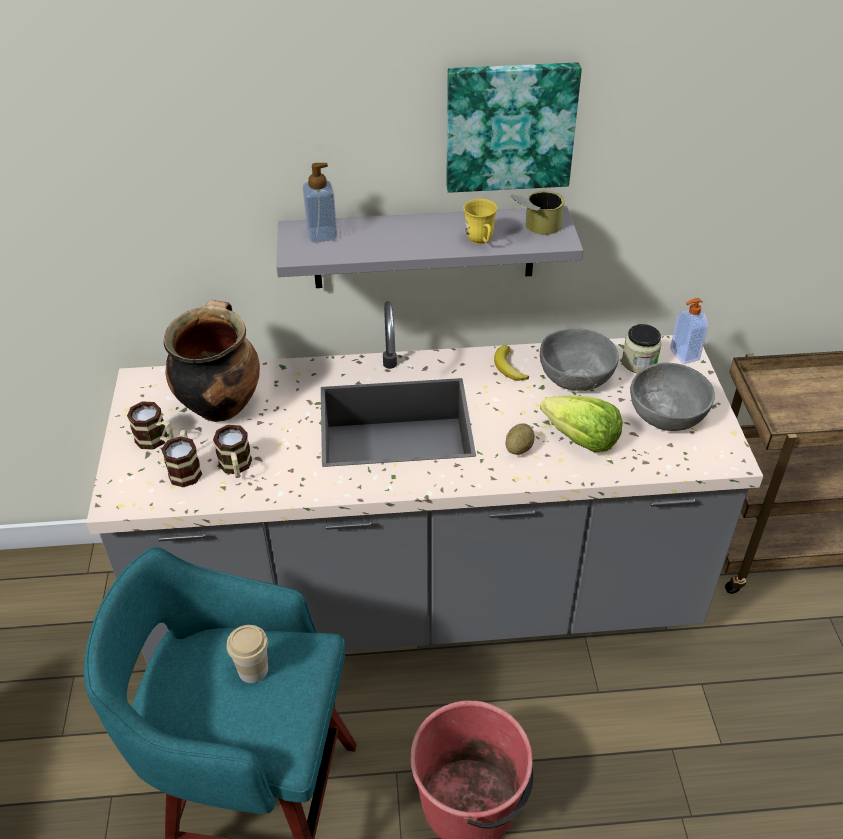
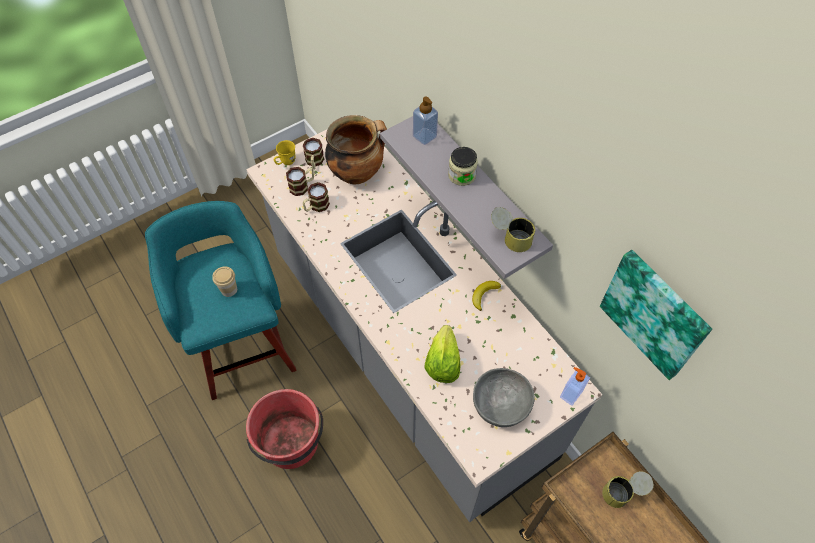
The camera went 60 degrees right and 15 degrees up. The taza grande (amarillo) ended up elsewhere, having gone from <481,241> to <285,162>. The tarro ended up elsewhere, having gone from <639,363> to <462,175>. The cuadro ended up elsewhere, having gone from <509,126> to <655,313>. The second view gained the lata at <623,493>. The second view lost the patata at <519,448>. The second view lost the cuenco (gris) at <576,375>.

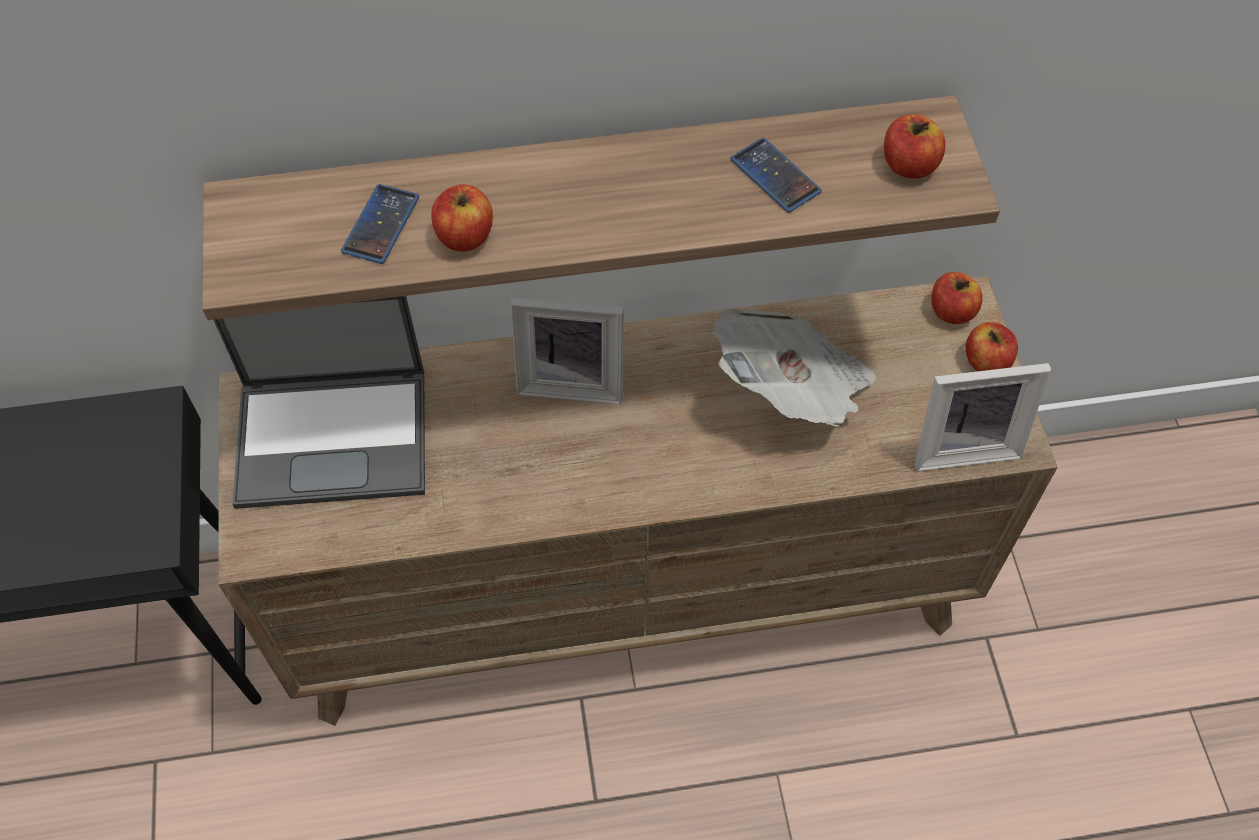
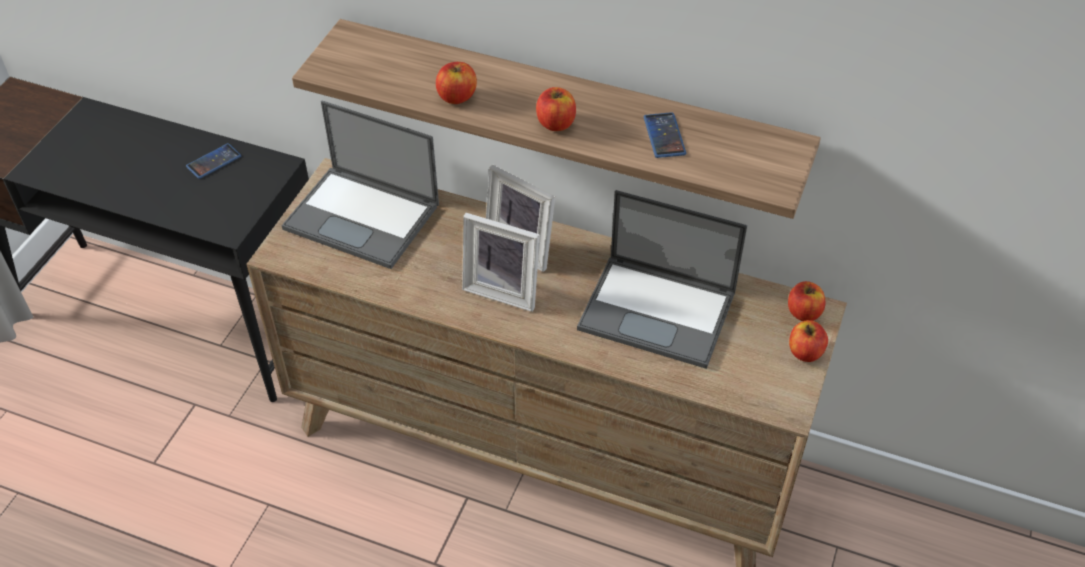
The camera went 30 degrees right and 10 degrees down. The móvil ended up elsewhere, having gone from <381,225> to <214,161>. The portarretratos ended up elsewhere, having gone from <962,444> to <504,289>. The manzana ended up elsewhere, having gone from <908,165> to <555,123>. Where the periódico stood at <792,389>, the portátil came to stand at <659,311>.

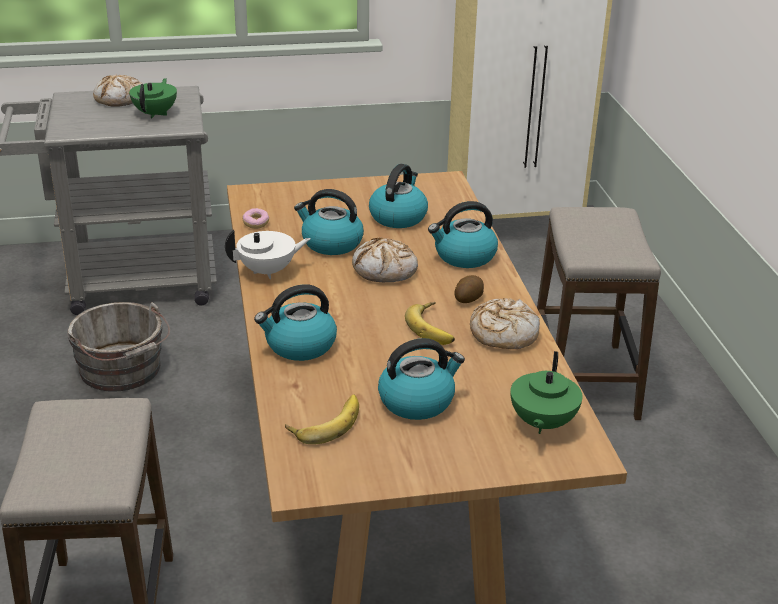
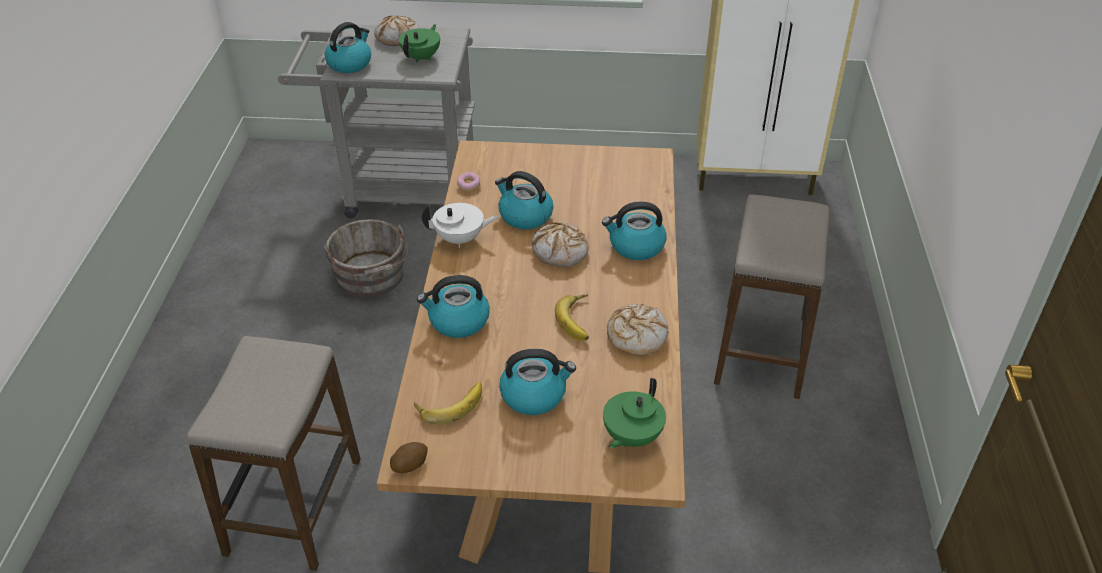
The camera went 15 degrees right and 10 degrees up. The hervidor ended up elsewhere, having gone from <398,216> to <350,63>. The patata ended up elsewhere, having gone from <468,298> to <410,464>.

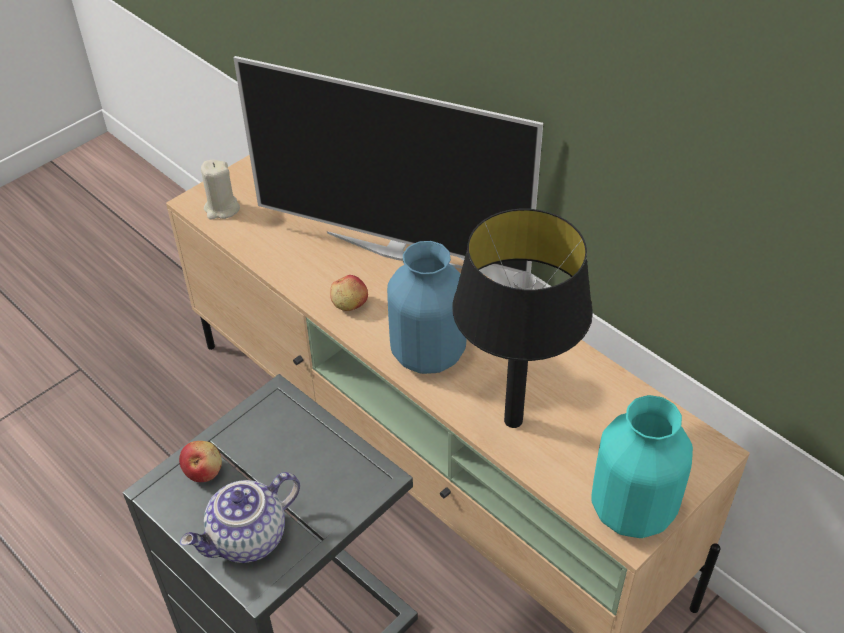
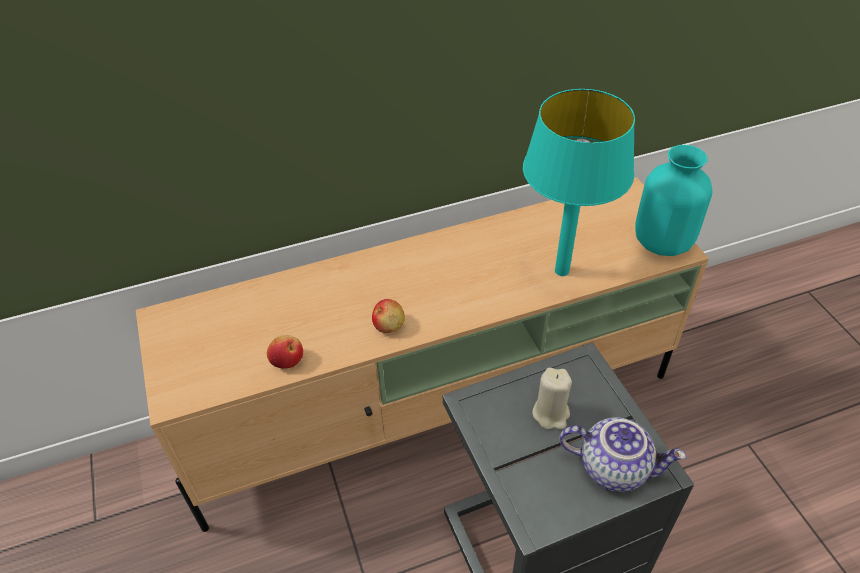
The camera went 65 degrees left and 0 degrees up. The manzana ended up elsewhere, having gone from <203,470> to <287,360>. What was the lámpara de mesa (negro) at <514,420> turned into the lámpara de mesa (turquesa) at <561,270>. The vela (beis) ended up elsewhere, having gone from <222,209> to <551,413>. The tetera at <248,539> ended up facing another way, 60 degrees counterclockwise from before. The second view lost the televisor at <395,248>. The second view lost the florero (azul) at <428,354>.

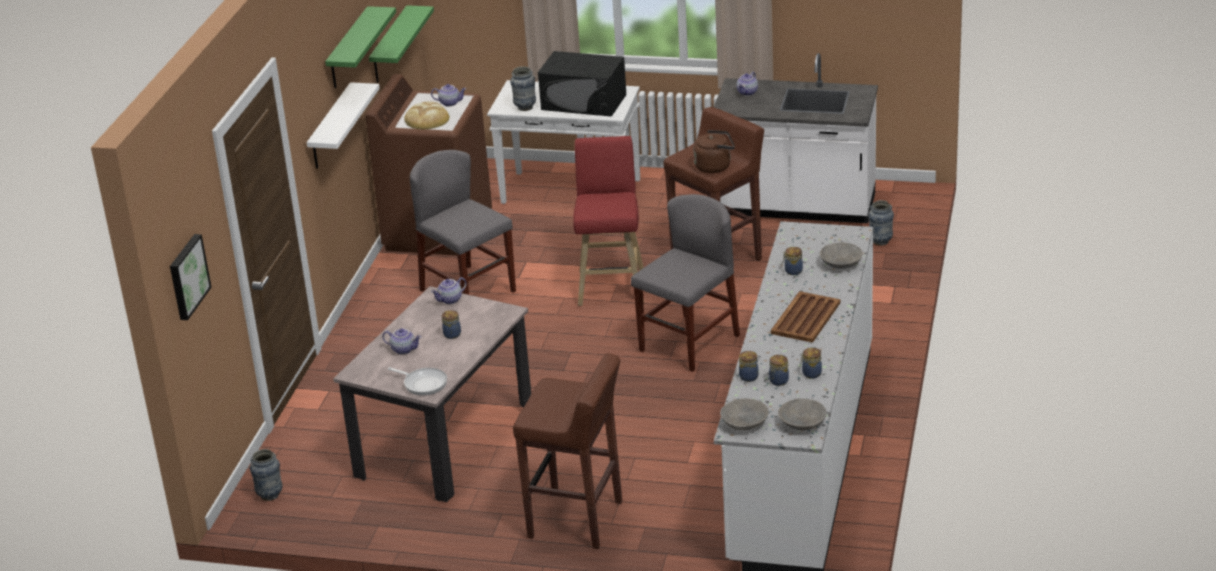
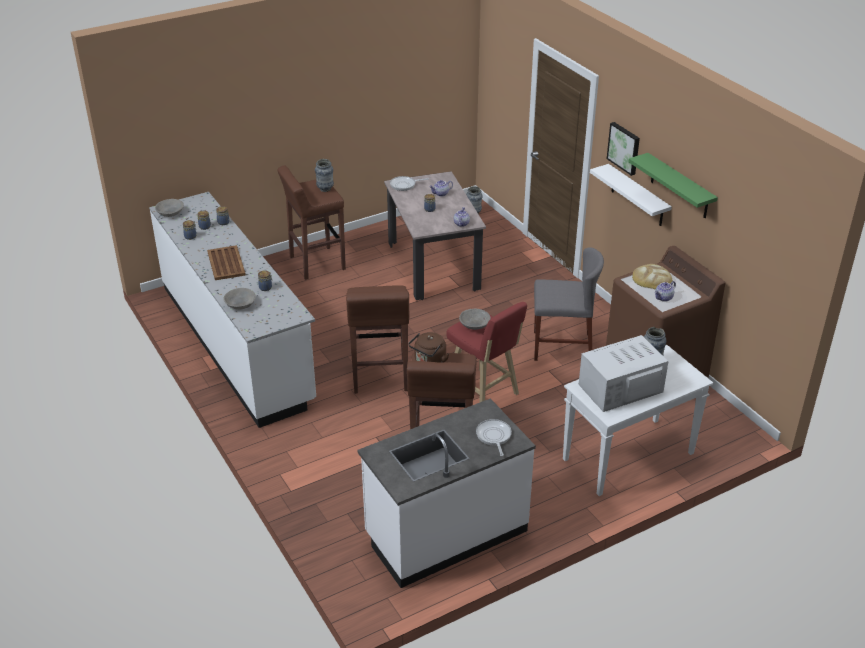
The camera went 135 degrees right and 5 degrees up. The florero ended up elsewhere, having gone from <880,241> to <325,189>. Where the silla (gris) stood at <689,343>, the taburete (marrón) came to stand at <380,377>. The cuenco (gris) ended up elsewhere, having gone from <745,423> to <474,325>. Where the tetera stood at <747,92>, the sartén came to stand at <494,436>. What was the microondas (negro) at <584,102> turned into the microondas (blanco) at <620,388>. The cuadro ended up elsewhere, having gone from <187,276> to <624,148>. The second view lost the estante (verde) at <389,46>.

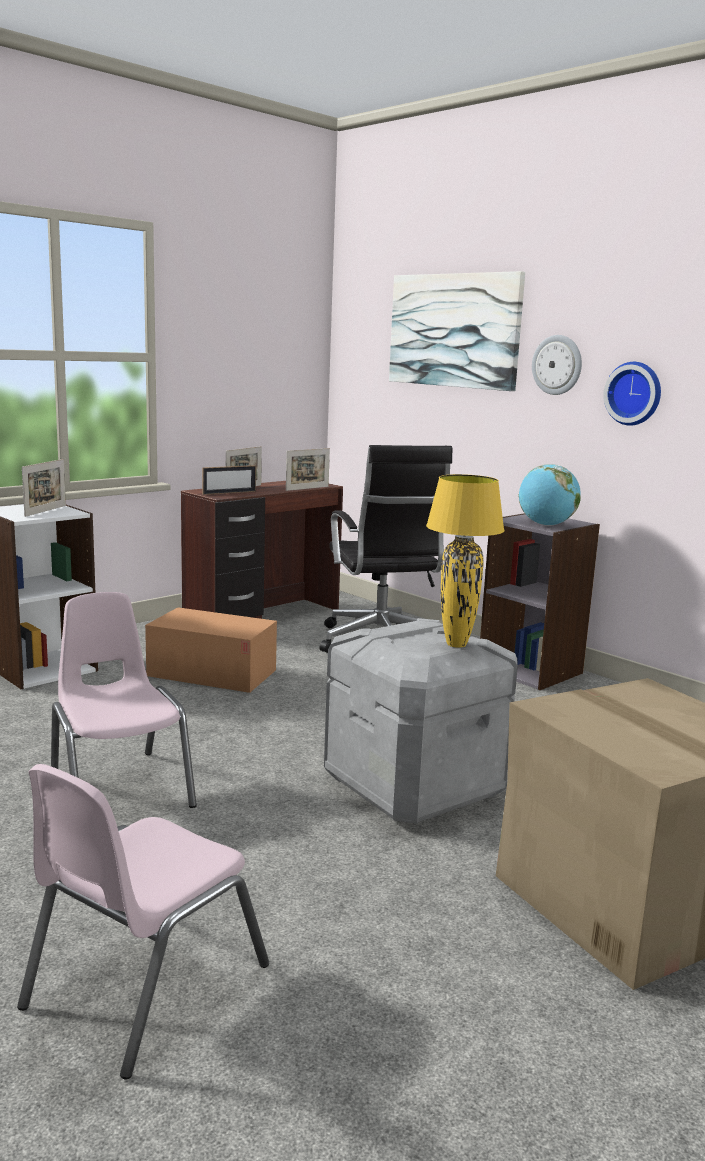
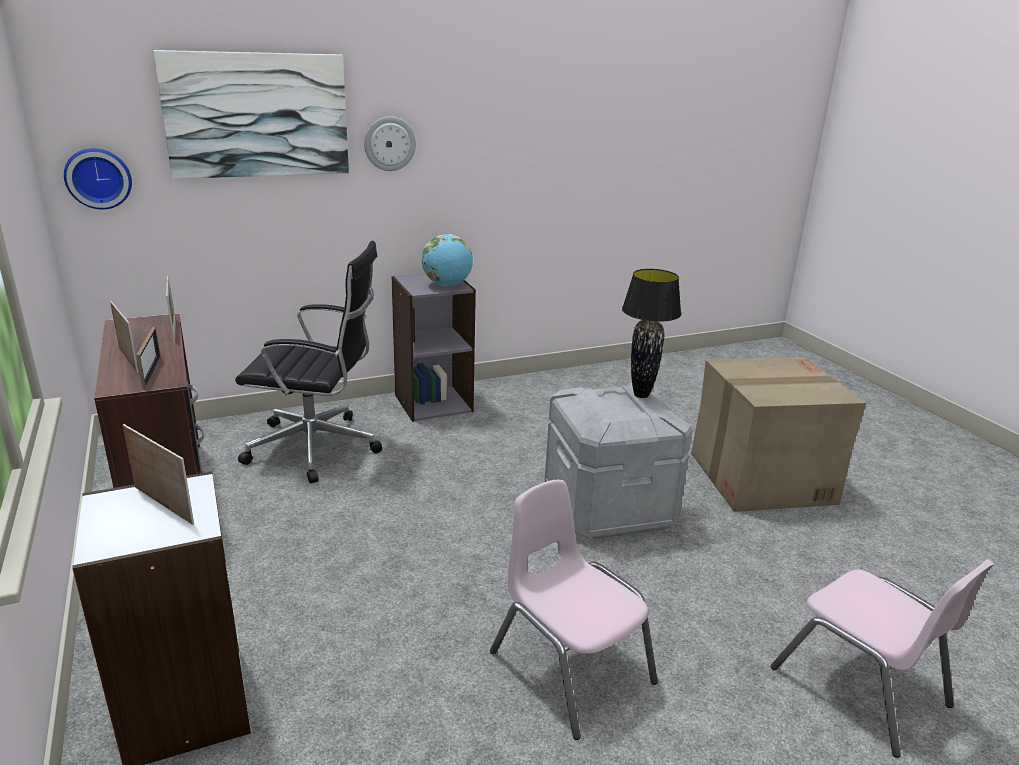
The camera went 70 degrees left and 10 degrees up. The reloj de pared ended up elsewhere, having gone from <634,393> to <98,178>. The silla (rosa) at <120,789> ended up facing another way, 60 degrees clockwise from before. What was the lámpara de mesa (amarillo) at <455,644> turned into the lámpara de mesa (negro) at <641,395>. The second view lost the caja de cartón at <212,673>.

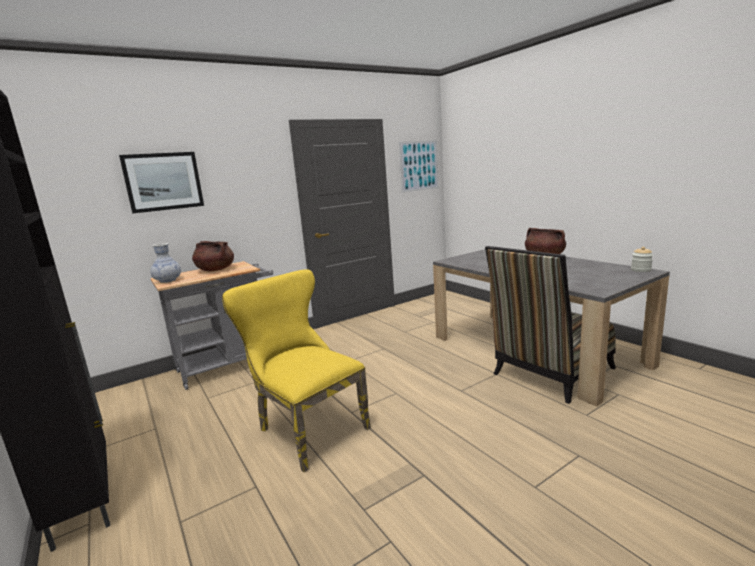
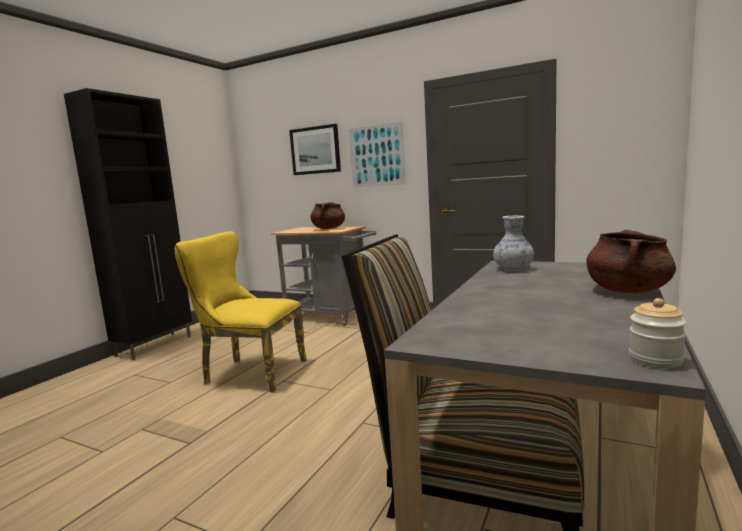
The camera went 60 degrees right and 5 degrees down. The silla (amarillo) at <306,428> ended up facing another way, 90 degrees counterclockwise from before. The cuadro ended up elsewhere, having gone from <419,166> to <376,155>. The florero ended up elsewhere, having gone from <168,280> to <513,269>.

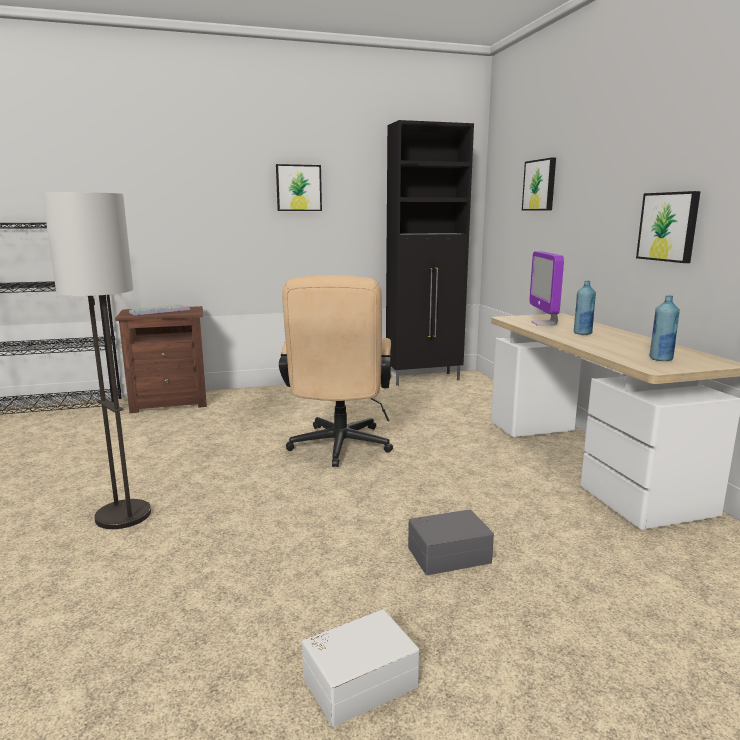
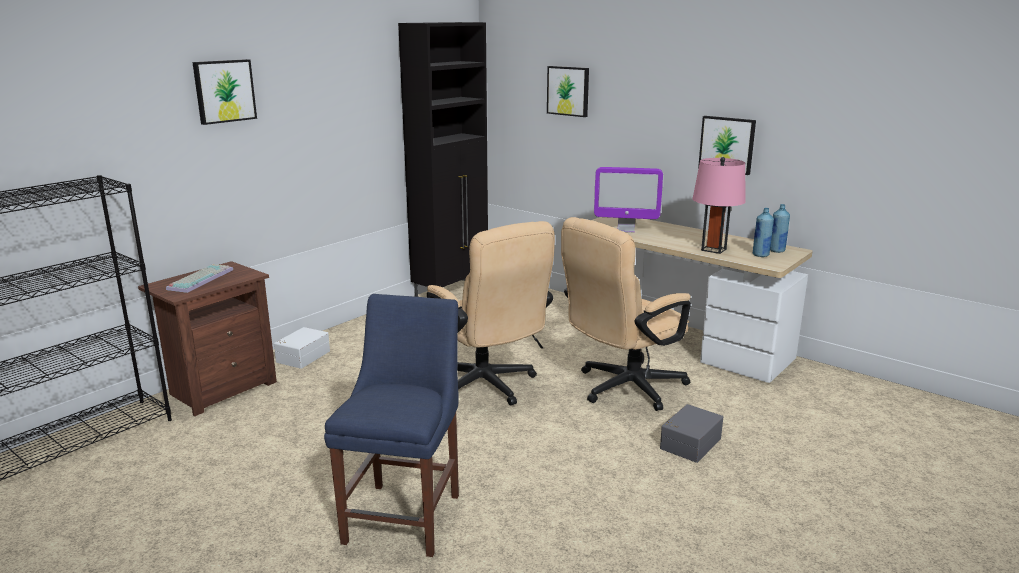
The camera went 35 degrees left and 5 degrees up. The cuadro ended up elsewhere, having gone from <298,188> to <224,91>. The caja de almacenaje (blanco) ended up elsewhere, having gone from <358,680> to <302,356>. Where the lámpara de pie stood at <124,515>, the silla (azul) came to stand at <405,514>. The second view gained the silla de oficina (beis) at <622,389>. The monitor at <544,323> ended up facing another way, 45 degrees counterclockwise from before. The second view gained the lámpara de mesa (rosa) at <714,249>. The botella (azul) ended up elsewhere, having gone from <582,333> to <776,250>.

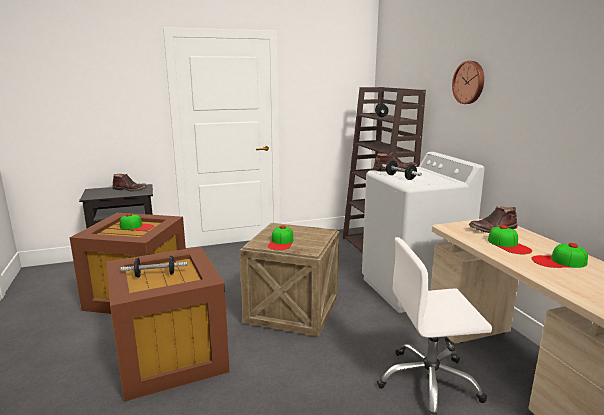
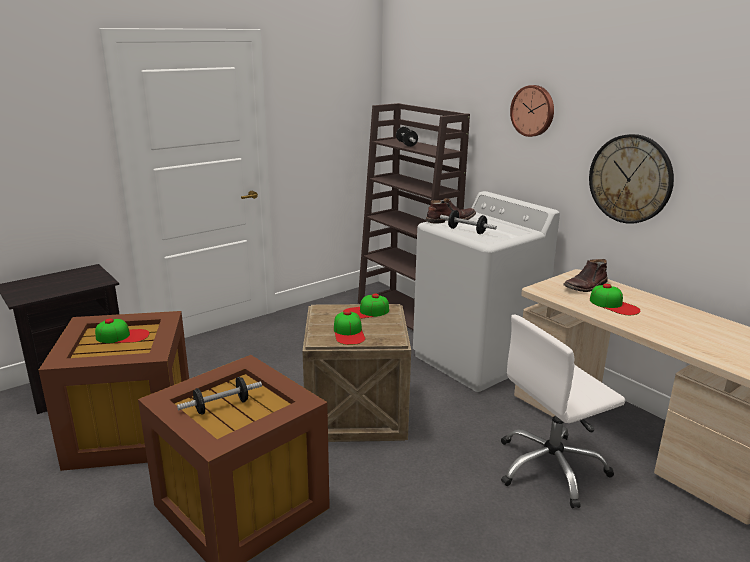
The camera went 20 degrees left and 5 degrees up. The gorra ended up elsewhere, having gone from <559,261> to <366,312>. The second view gained the reloj de pared at <630,179>. The second view lost the bota (marrón) at <130,189>.

